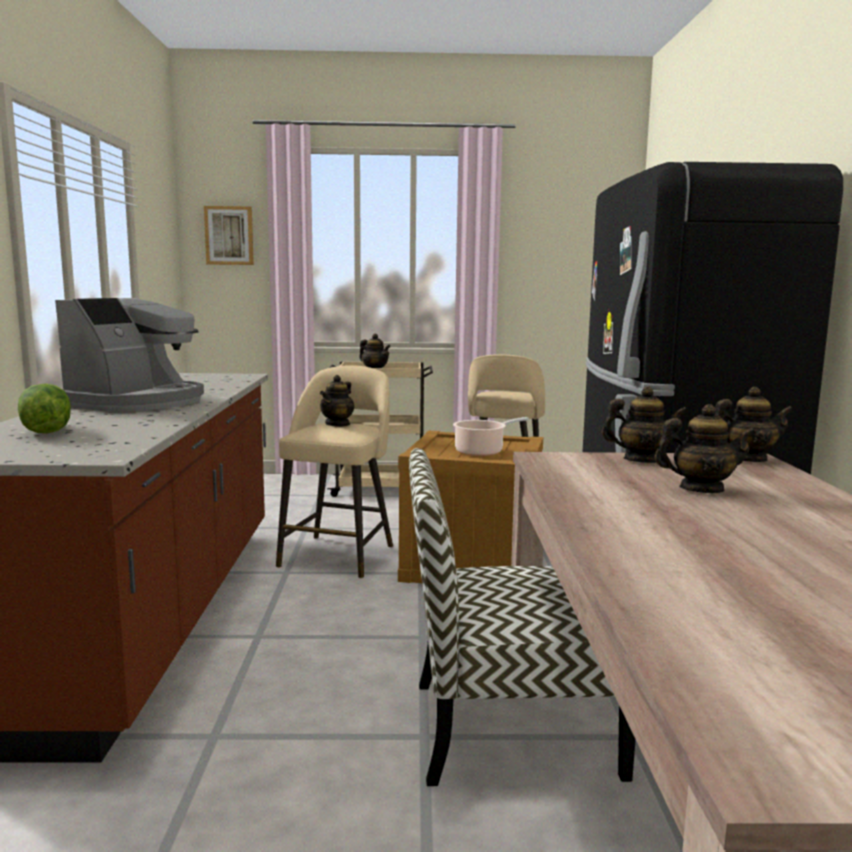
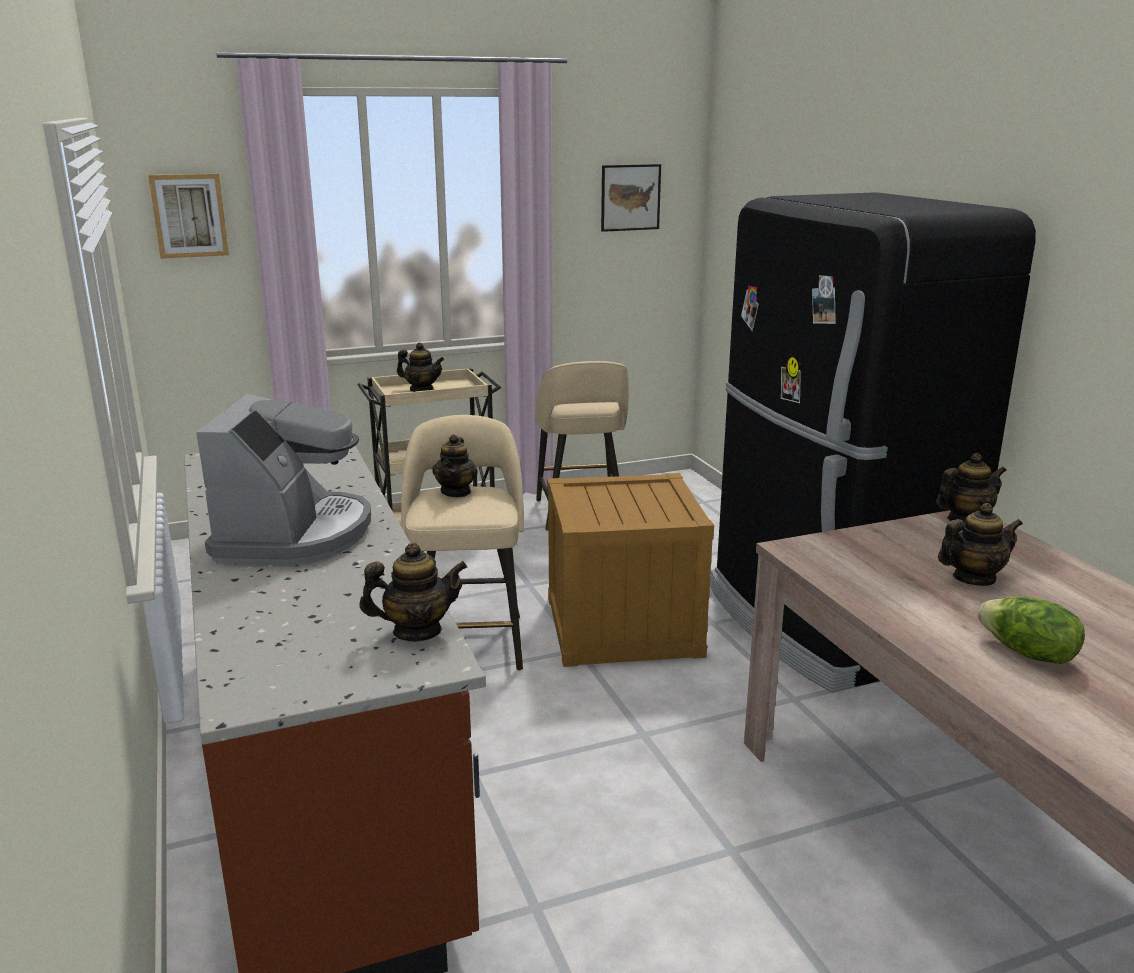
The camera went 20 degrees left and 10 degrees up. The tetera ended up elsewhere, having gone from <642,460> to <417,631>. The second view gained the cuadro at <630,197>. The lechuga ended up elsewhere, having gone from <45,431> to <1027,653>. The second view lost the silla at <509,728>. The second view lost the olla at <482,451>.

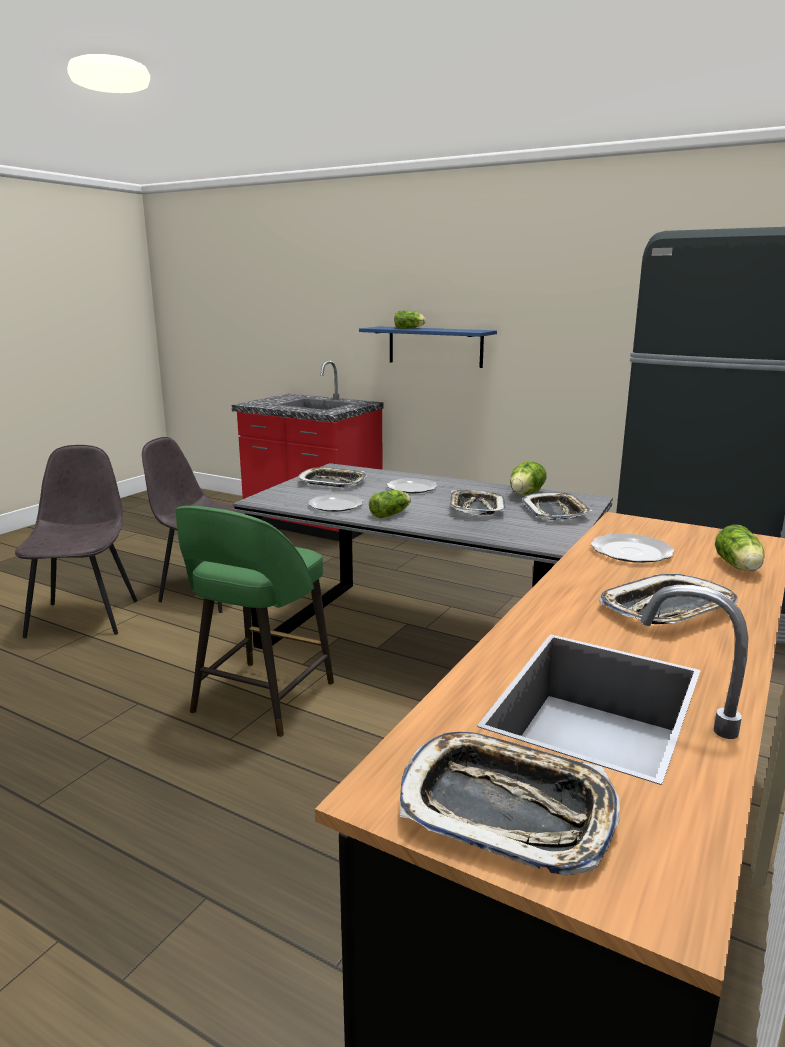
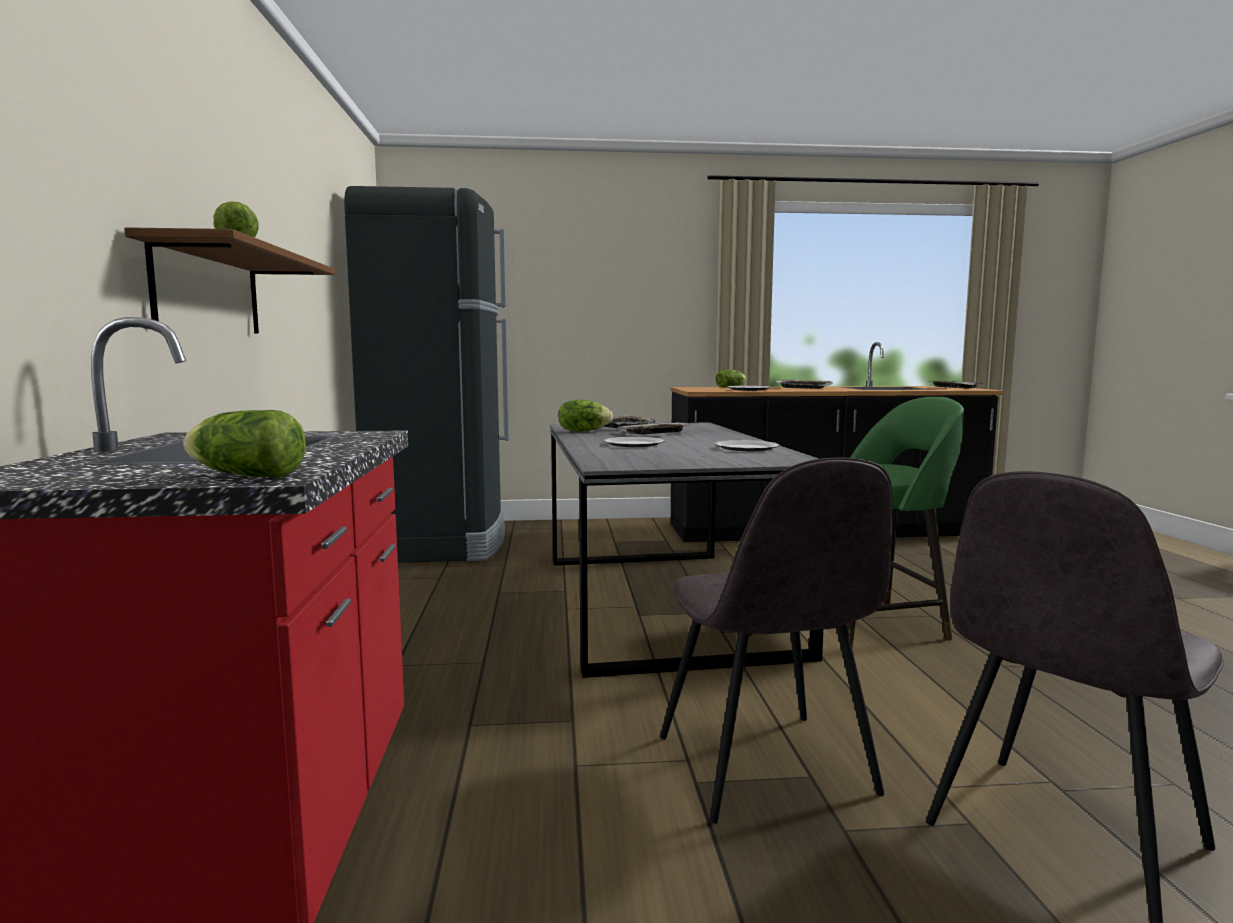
The camera went 125 degrees left and 10 degrees down. What was the estante (azul) at <435,346> turned into the estante (marrón) at <209,291>. The lechuga ended up elsewhere, having gone from <391,514> to <244,475>. The second view lost the bandeja at <332,482>.

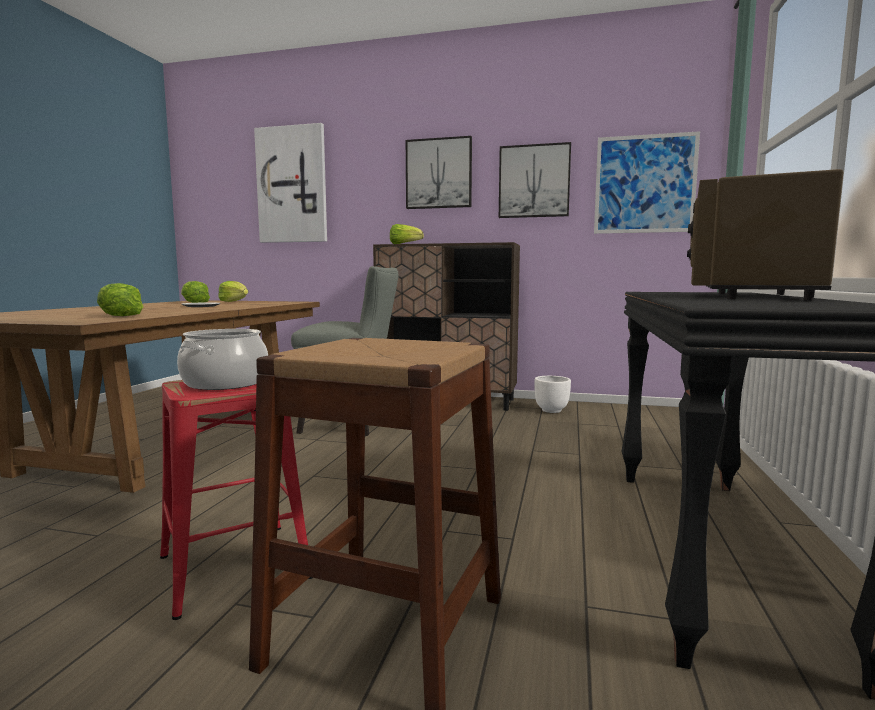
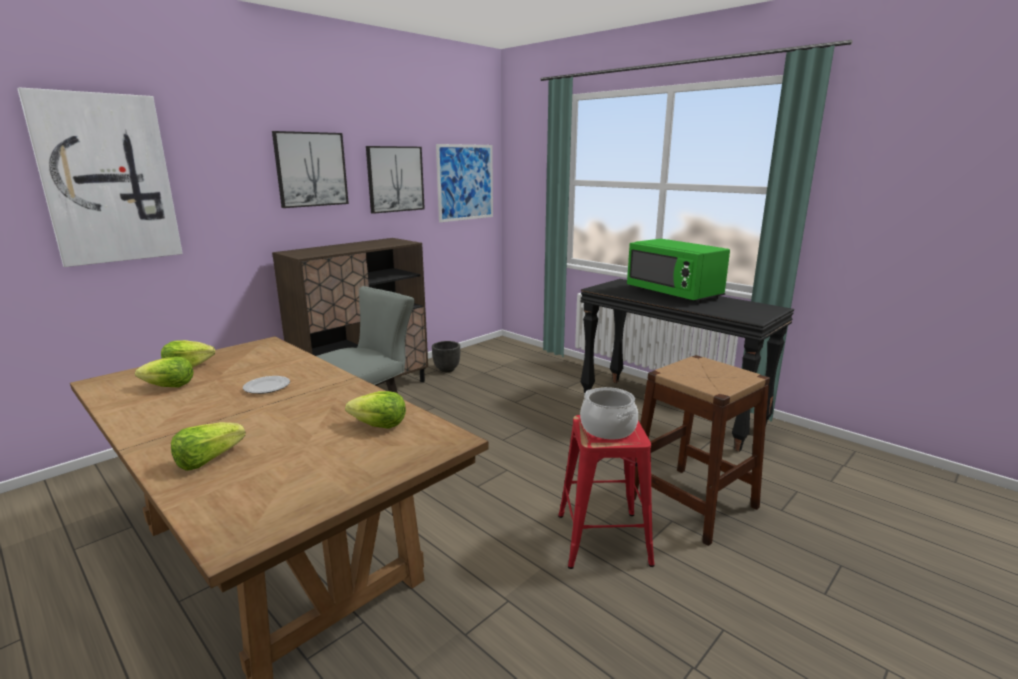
The camera went 60 degrees left and 10 degrees up. The lechuga ended up elsewhere, having gone from <404,244> to <208,460>. What was the maceta (blanco) at <552,410> turned into the maceta (negro) at <447,369>. What was the microondas (marrón) at <748,296> turned into the microondas (verde) at <674,293>.

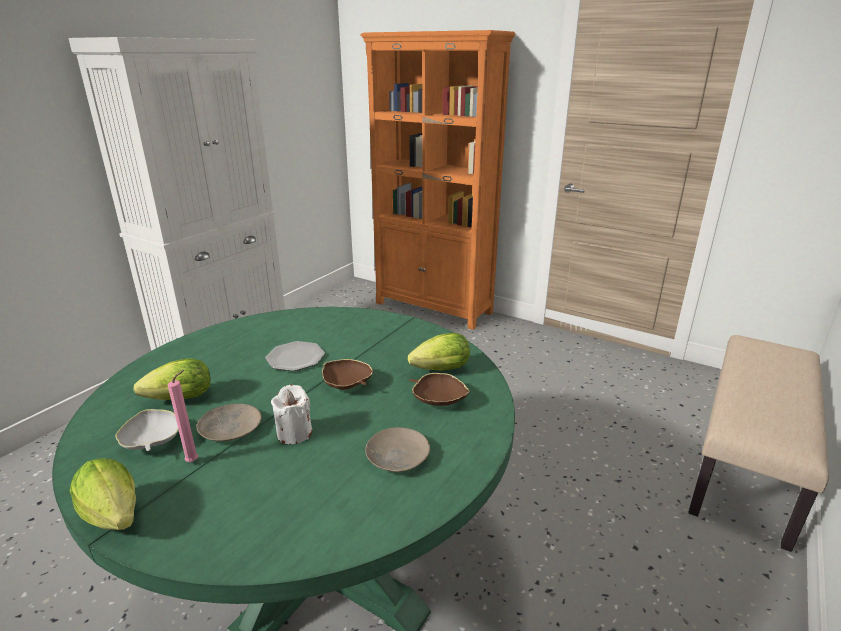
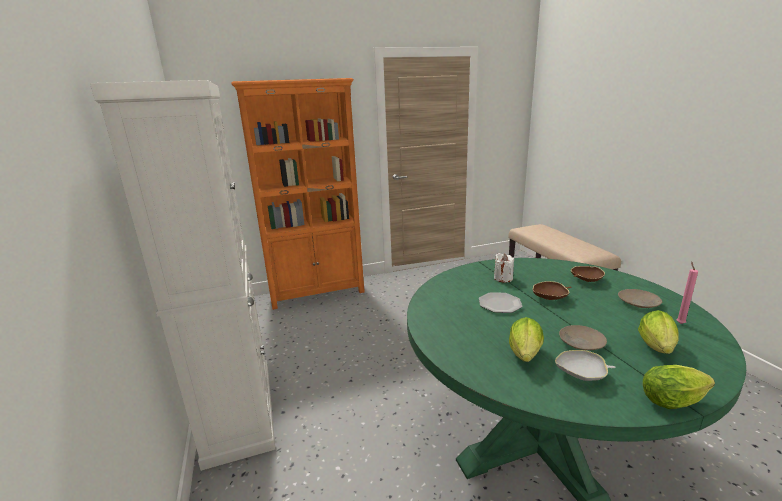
The camera went 50 degrees left and 5 degrees down. The vela (blanco) ended up elsewhere, having gone from <294,433> to <503,278>. The lechuga ended up elsewhere, having gone from <438,370> to <657,348>. The vela (rosa) ended up elsewhere, having gone from <194,461> to <679,323>.

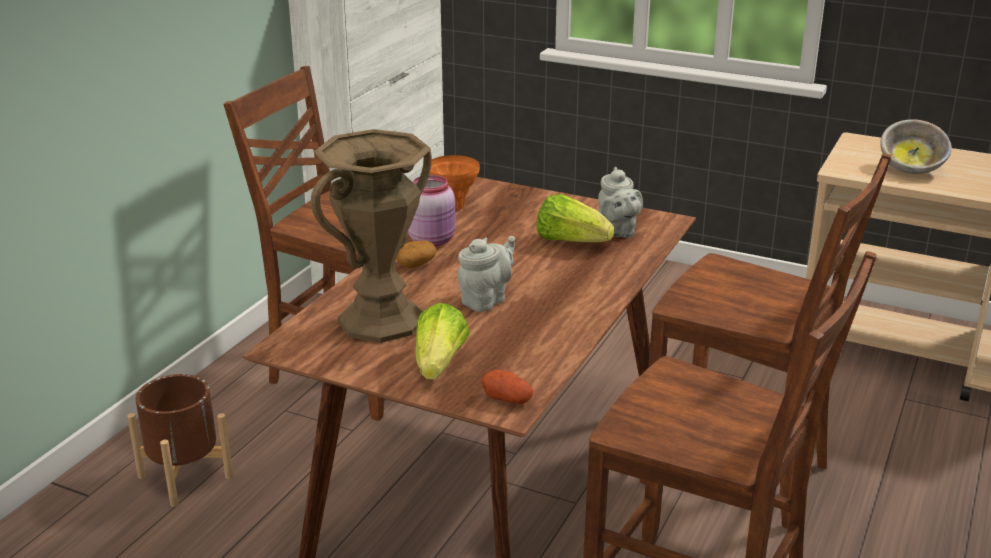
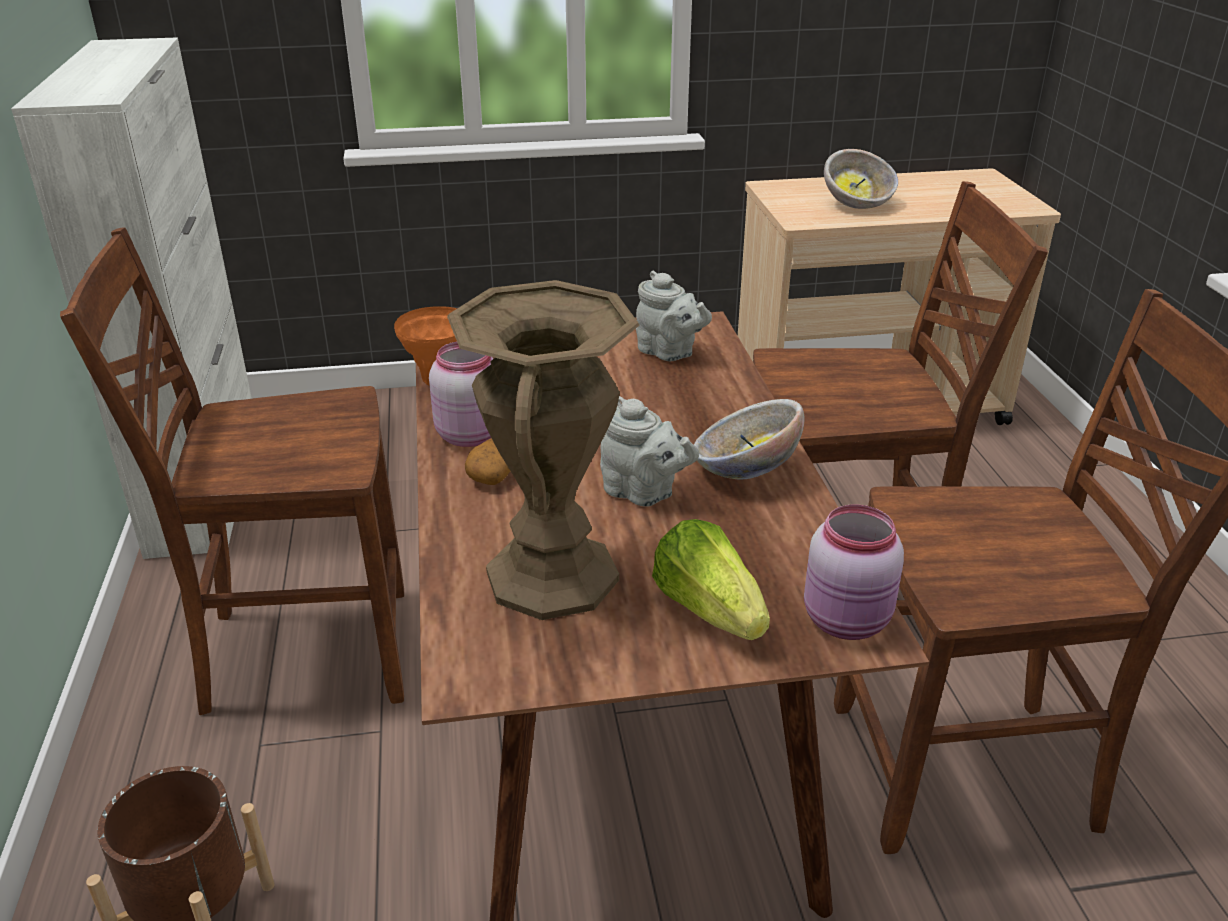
The camera went 35 degrees left and 5 degrees up. The tetera (gris) at <486,300> ended up facing another way, 120 degrees clockwise from before. The second view gained the cuenco at <744,471>. Where the patata stood at <507,399>, the tarro (rosa) came to stand at <848,621>. The second view lost the lechuga at <571,241>.

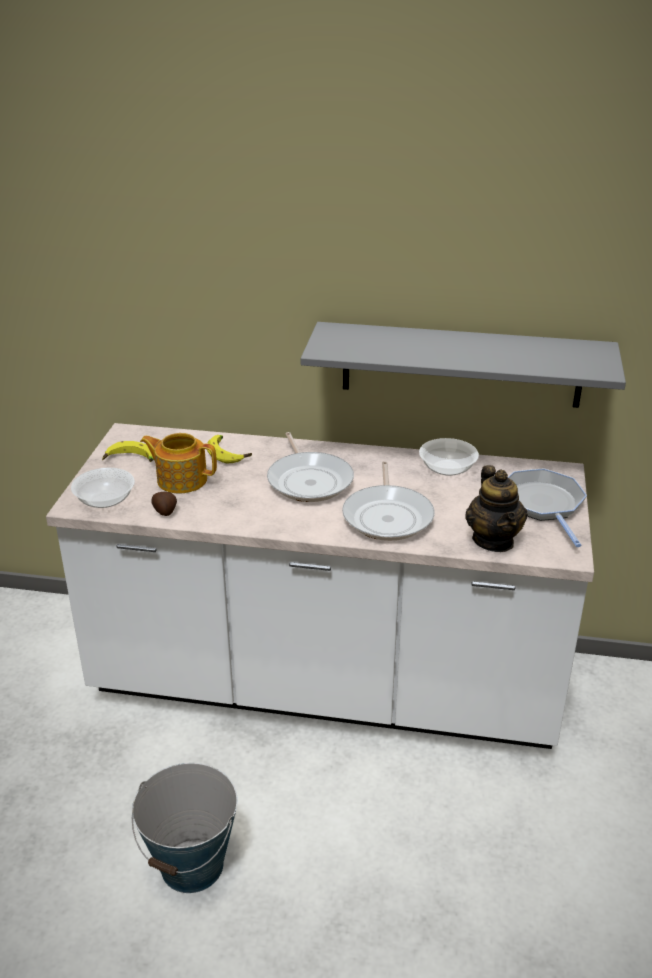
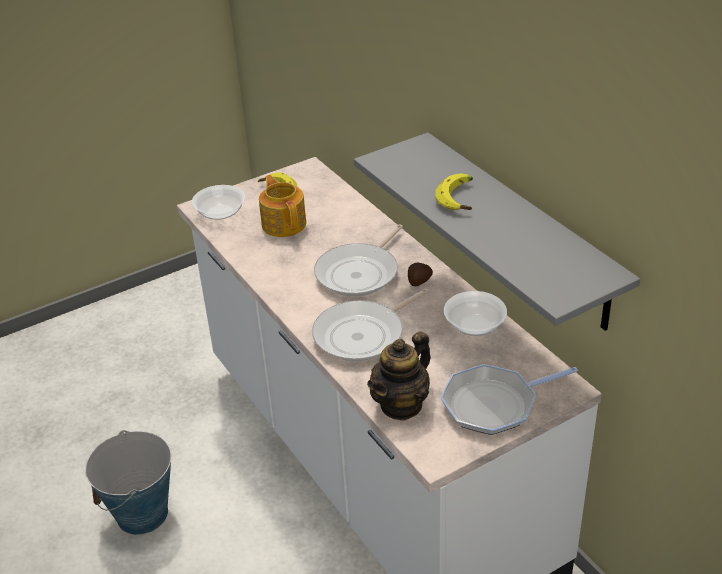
The camera went 50 degrees right and 5 degrees up. The patata ended up elsewhere, having gone from <165,512> to <418,282>. The plátano ended up elsewhere, having gone from <229,453> to <460,198>. The sartén at <543,505> ended up facing another way, 150 degrees counterclockwise from before.

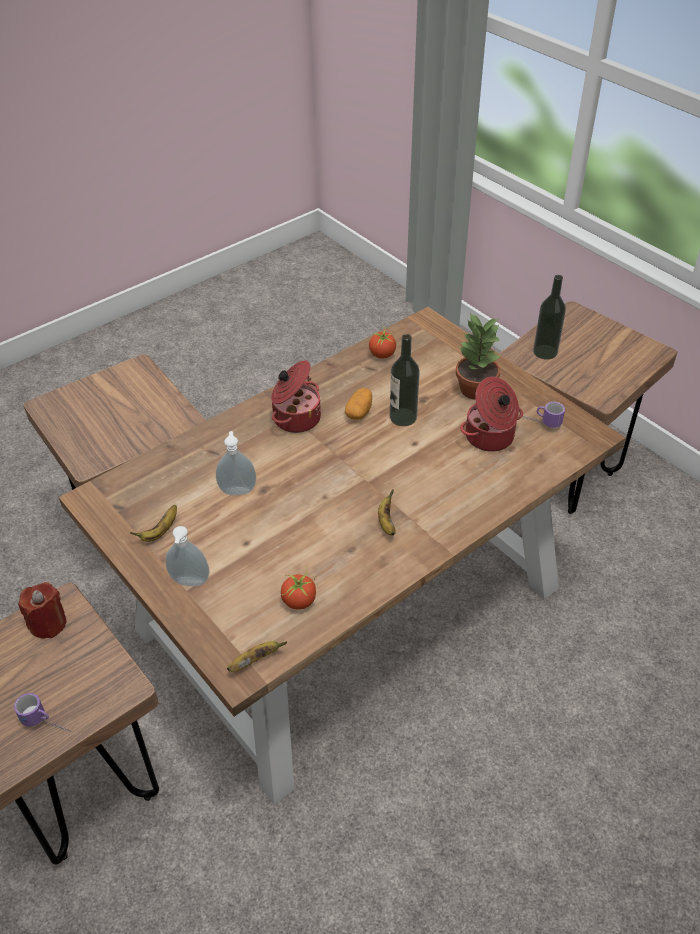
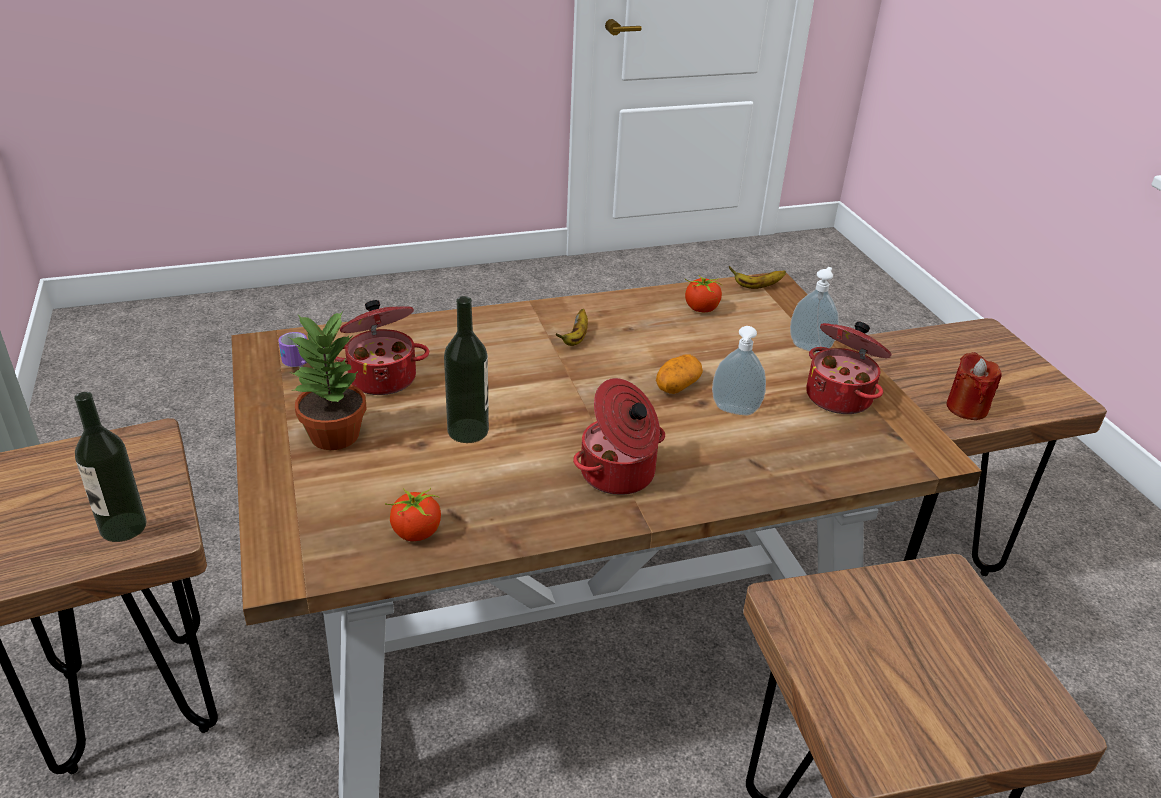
The camera went 160 degrees left and 10 degrees down. The patata ended up elsewhere, having gone from <359,412> to <677,386>. Where the plátano stood at <160,531>, the olla came to stand at <840,396>. The second view lost the taza grande at <47,724>.

